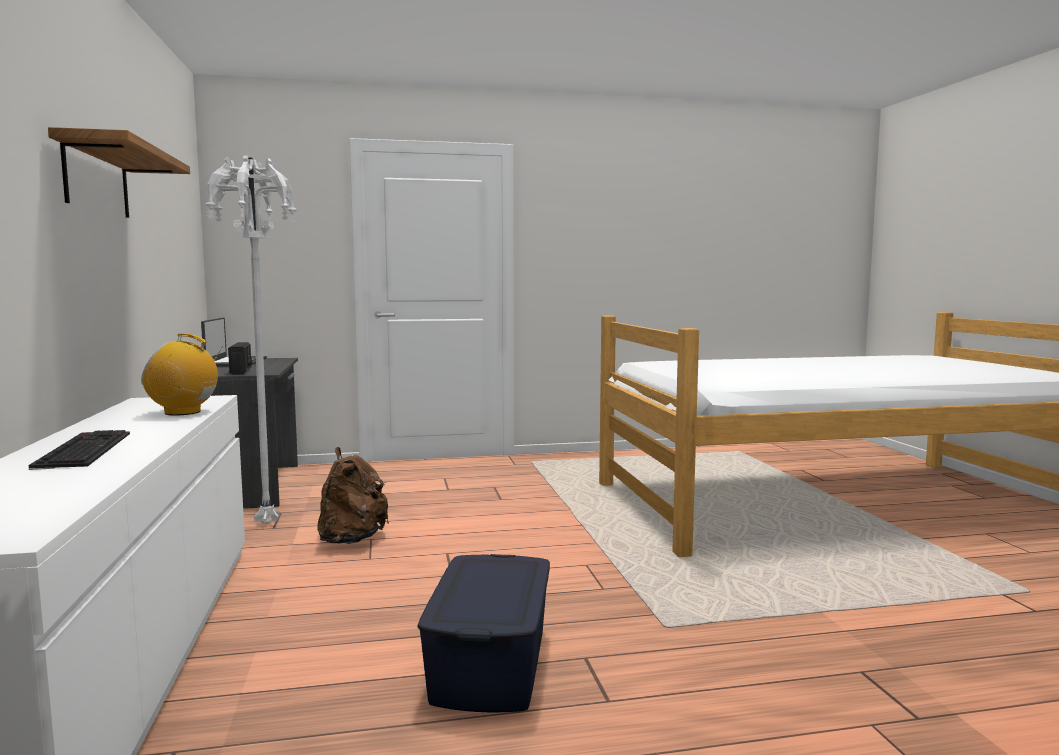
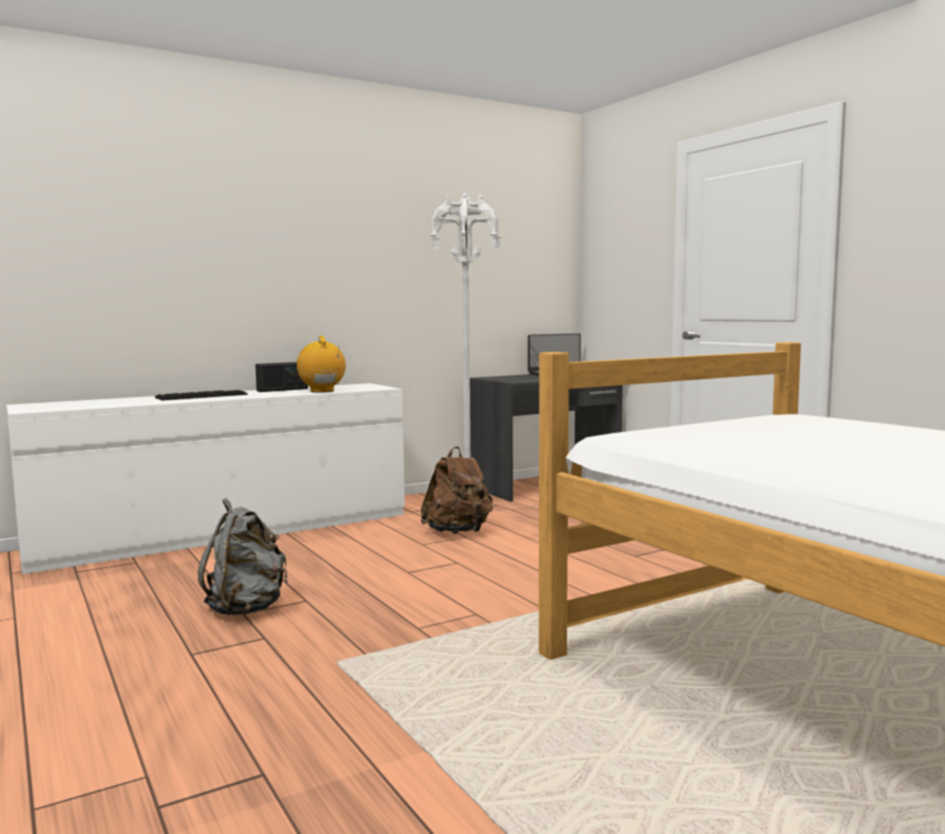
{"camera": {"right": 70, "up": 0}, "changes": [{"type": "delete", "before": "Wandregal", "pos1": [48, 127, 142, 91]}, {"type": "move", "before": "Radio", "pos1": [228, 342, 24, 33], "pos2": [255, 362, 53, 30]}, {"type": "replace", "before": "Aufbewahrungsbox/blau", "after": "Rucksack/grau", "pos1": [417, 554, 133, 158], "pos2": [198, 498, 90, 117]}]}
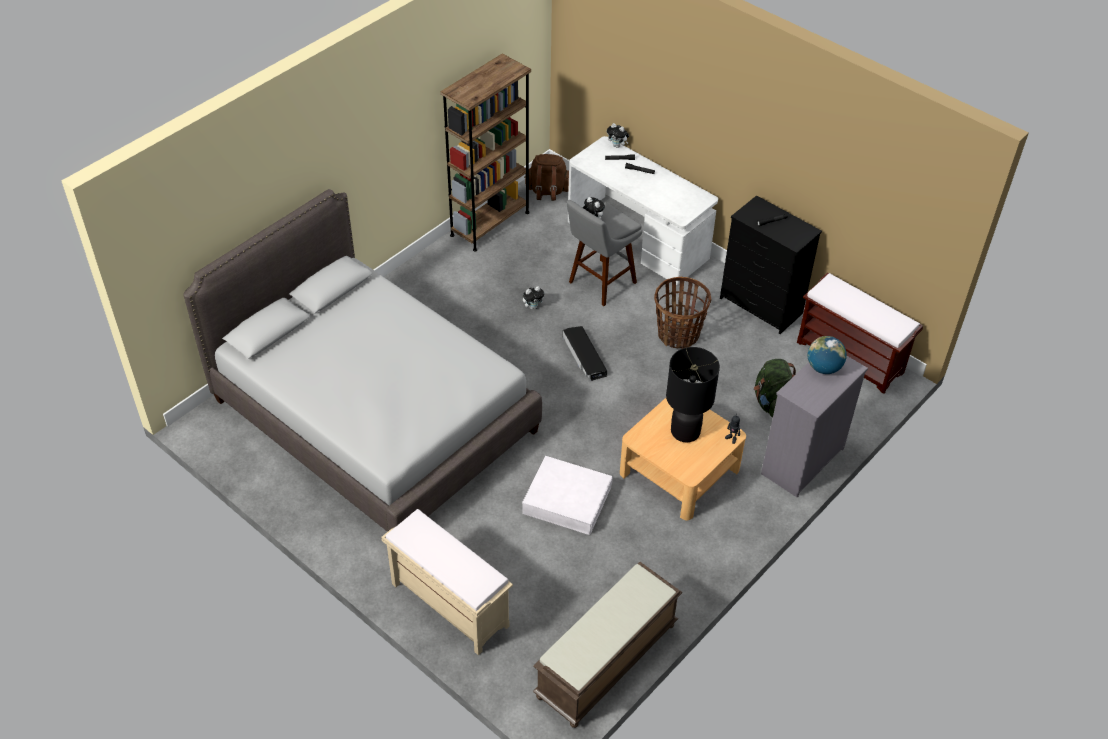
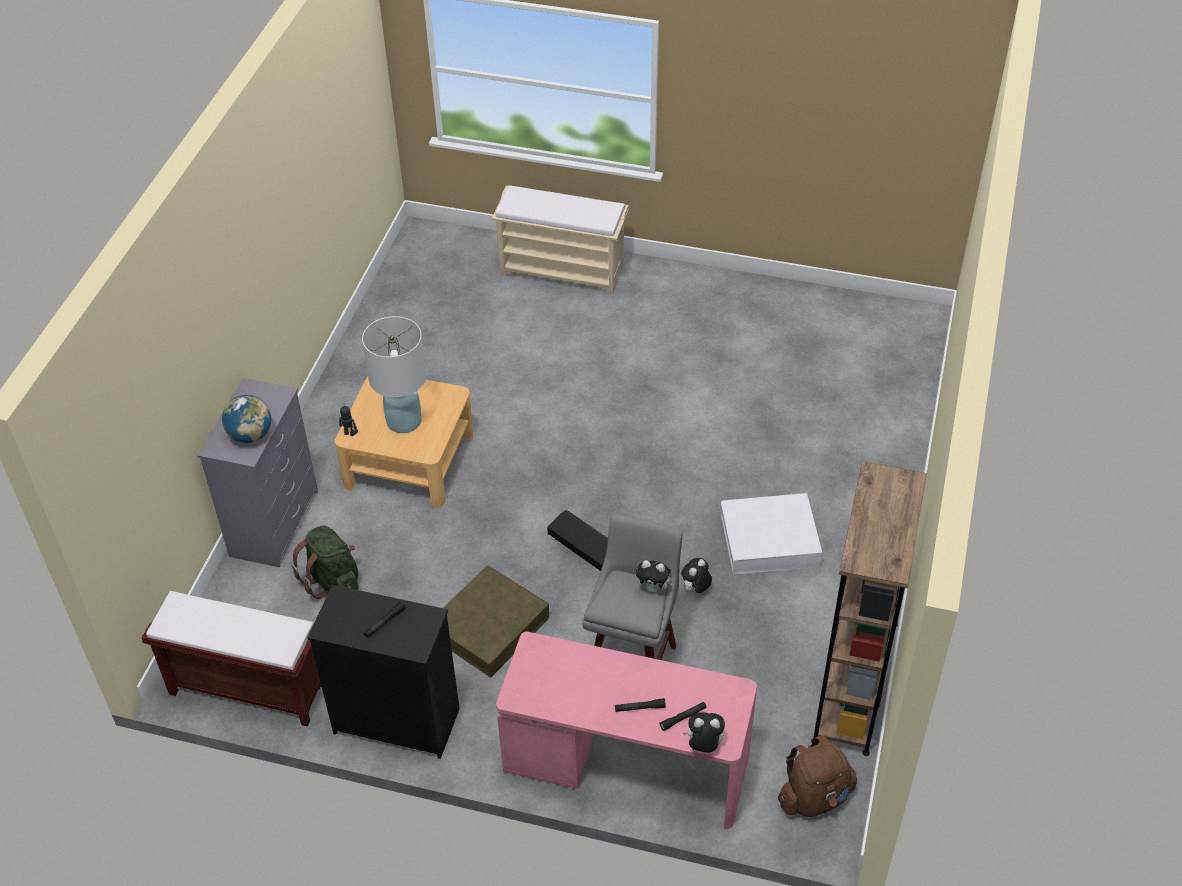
{"camera": {"right": 155, "up": 0}, "changes": [{"type": "recolor", "before": "Schreibtisch/weiß", "after": "Schreibtisch/rosa", "pos1": [568, 136, 150, 149], "pos2": [496, 632, 261, 197]}, {"type": "delete", "before": "Bett/grau", "pos1": [183, 189, 359, 343]}, {"type": "replace", "before": "Korb", "after": "Aufbewahrungsbox/braun", "pos1": [654, 277, 57, 72], "pos2": [443, 566, 106, 112]}, {"type": "recolor", "before": "Tischlampe/schwarz", "after": "Tischlampe/weiß", "pos1": [666, 347, 54, 95], "pos2": [362, 316, 65, 117]}, {"type": "move", "before": "Aufbewahrungsbox/weiß", "pos1": [522, 456, 91, 79], "pos2": [721, 493, 101, 81]}, {"type": "delete", "before": "Bank/braun", "pos1": [533, 562, 149, 166]}]}
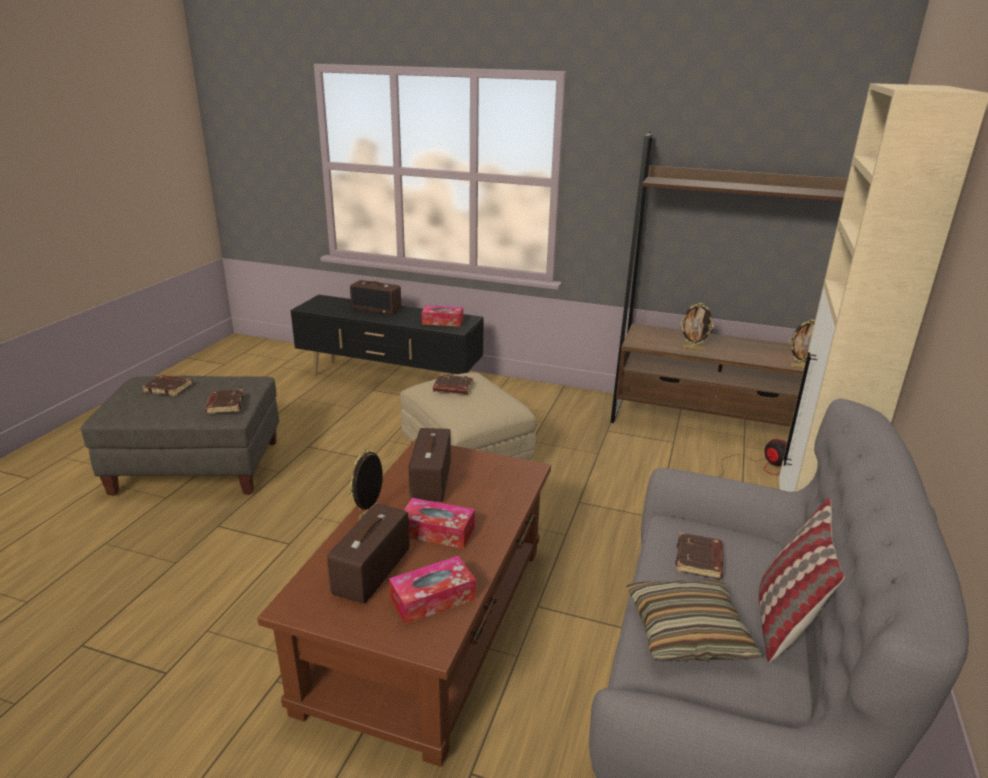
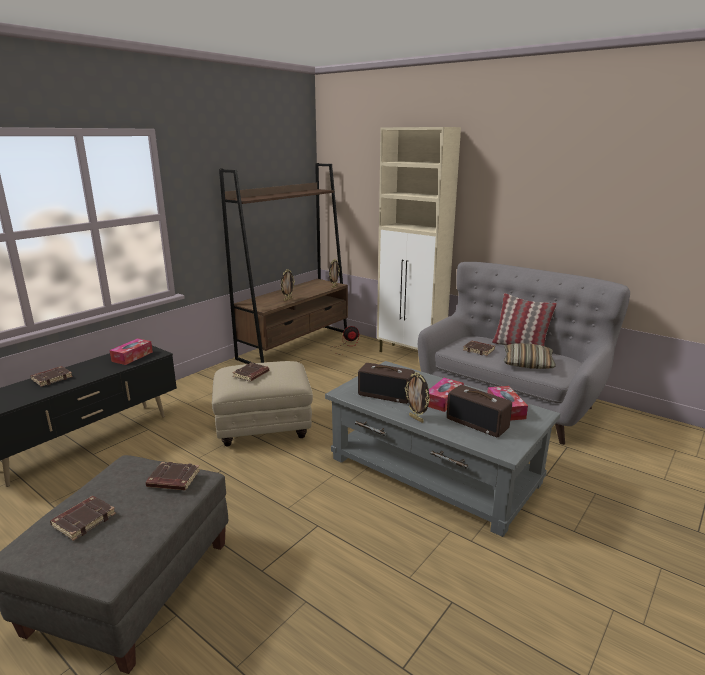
{"camera": {"right": -70, "up": -5}, "changes": [{"type": "replace", "before": "Radio", "after": "Buch/braun", "pos1": [350, 280, 51, 34], "pos2": [30, 366, 43, 21]}, {"type": "recolor", "before": "Couchtisch/braun", "after": "Couchtisch/grau", "pos1": [257, 438, 294, 329], "pos2": [325, 361, 235, 176]}]}
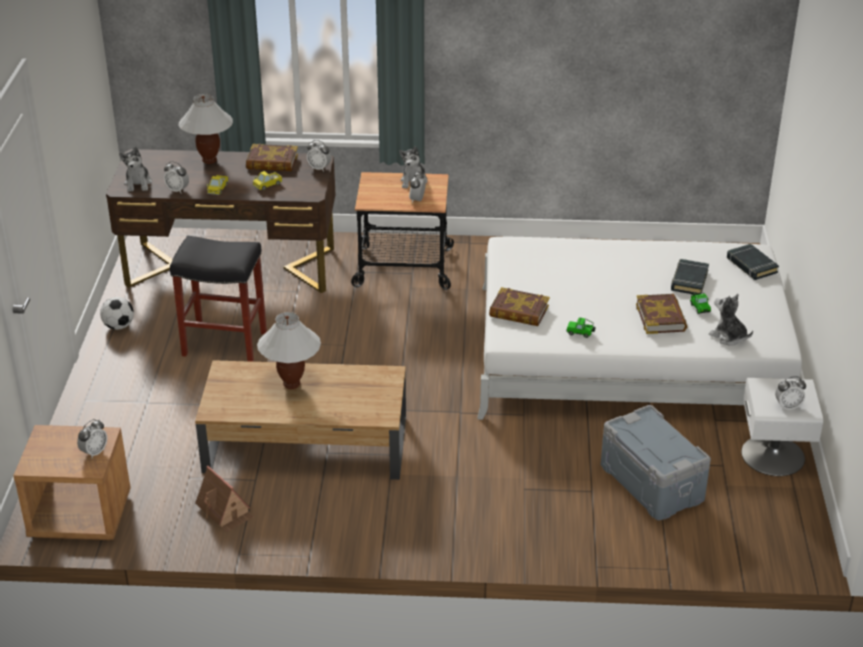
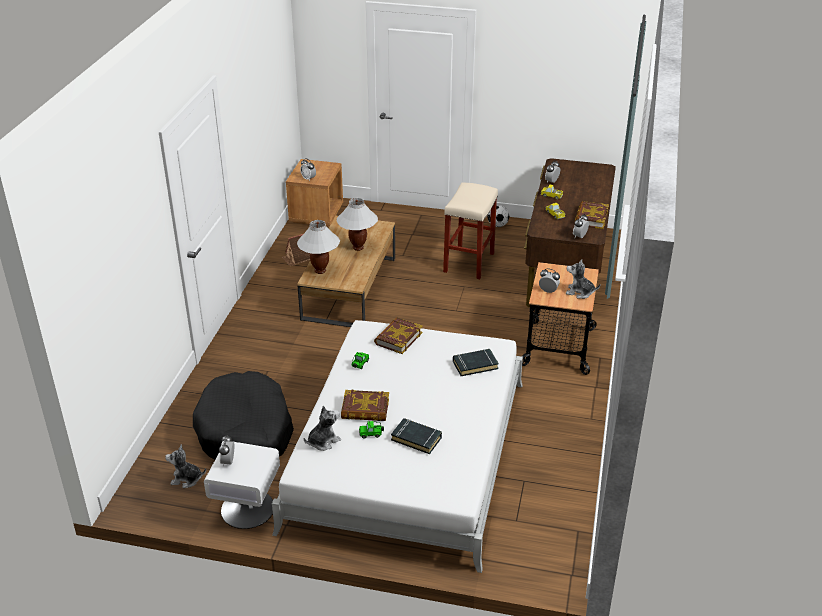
{"camera": {"right": 100, "up": 0}, "changes": [{"type": "move", "before": "Tischlampe/weiß", "pos1": [179, 94, 54, 70], "pos2": [297, 220, 43, 54]}, {"type": "move", "before": "Plüschtier", "pos1": [119, 147, 33, 45], "pos2": [165, 444, 41, 44]}, {"type": "recolor", "before": "Hocker/schwarz", "after": "Hocker/beige", "pos1": [170, 236, 97, 126], "pos2": [443, 183, 55, 96]}, {"type": "move", "before": "Buch/schwarz", "pos1": [727, 244, 52, 36], "pos2": [453, 349, 46, 27]}, {"type": "replace", "before": "Aufbewahrungsbox/grau", "after": "Hundebett/schwarz", "pos1": [601, 405, 110, 115], "pos2": [193, 371, 101, 88]}]}
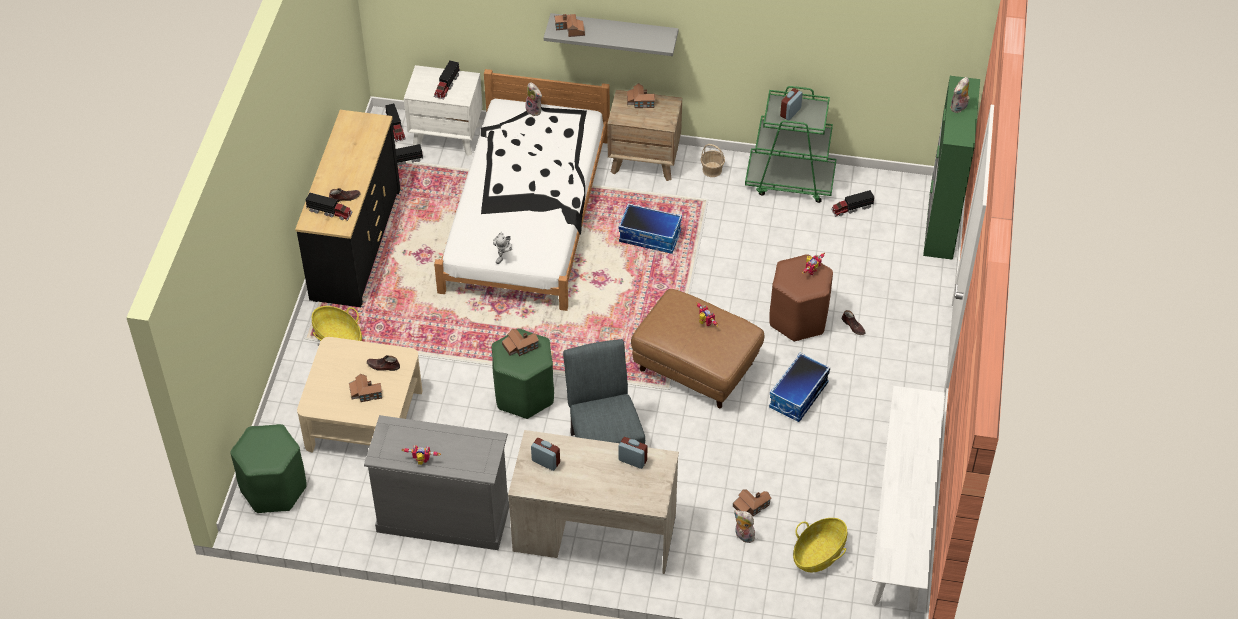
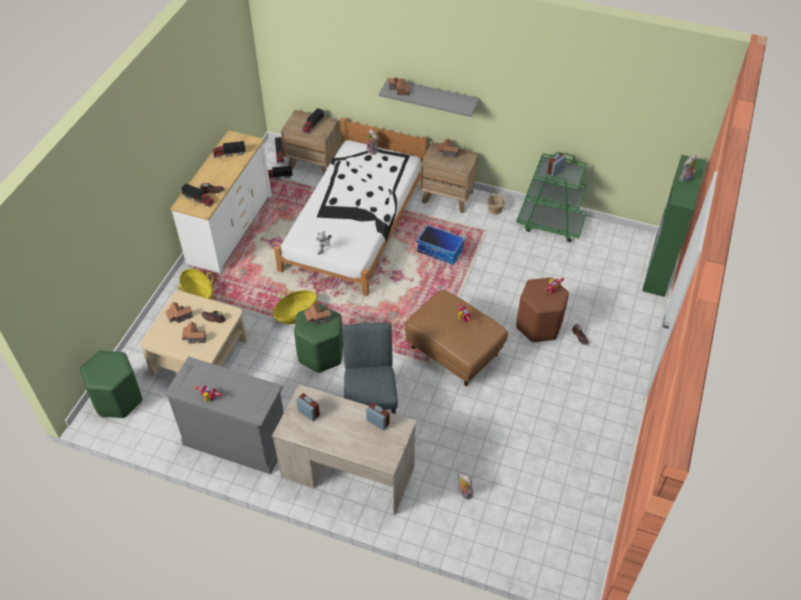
{"camera": {"right": 10, "up": 0}, "changes": [{"type": "recolor", "before": "Nachttisch/weiß", "after": "Nachttisch/braun", "pos1": [404, 65, 79, 91], "pos2": [281, 110, 59, 65]}, {"type": "recolor", "before": "Kommode/schwarz", "after": "Kommode/weiß", "pos1": [295, 110, 105, 197], "pos2": [170, 130, 102, 144]}, {"type": "move", "before": "Spielzeuglaster", "pos1": [831, 190, 43, 27], "pos2": [213, 141, 33, 17]}, {"type": "delete", "before": "Aufbewahrungsbox", "pos1": [769, 353, 61, 69]}, {"type": "delete", "before": "Bank/weiß", "pos1": [872, 386, 73, 226]}, {"type": "move", "before": "Spielzeughaus", "pos1": [733, 489, 39, 27], "pos2": [165, 302, 28, 21]}, {"type": "move", "before": "Korb", "pos1": [793, 518, 54, 54], "pos2": [273, 290, 44, 34]}]}
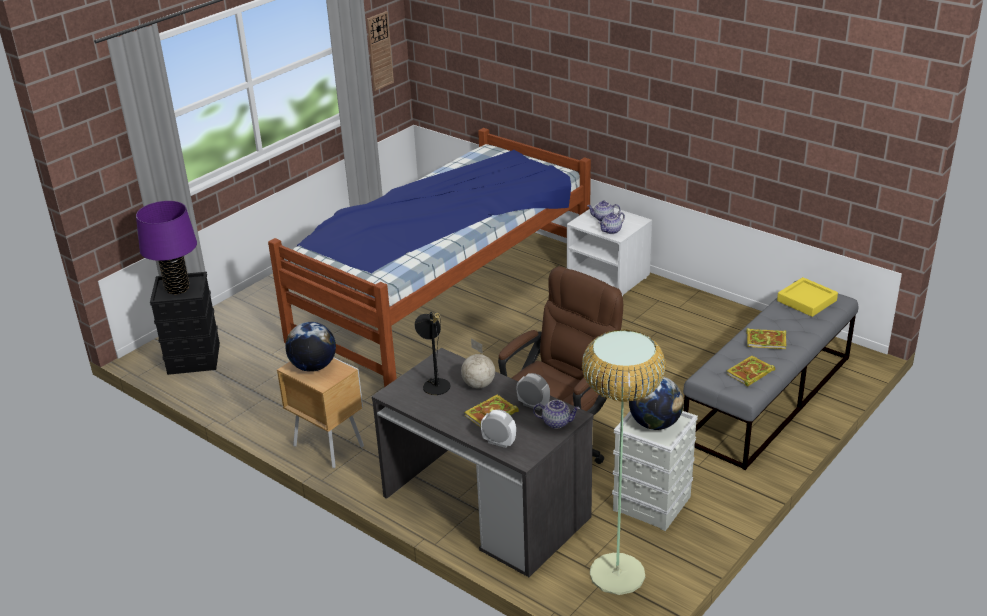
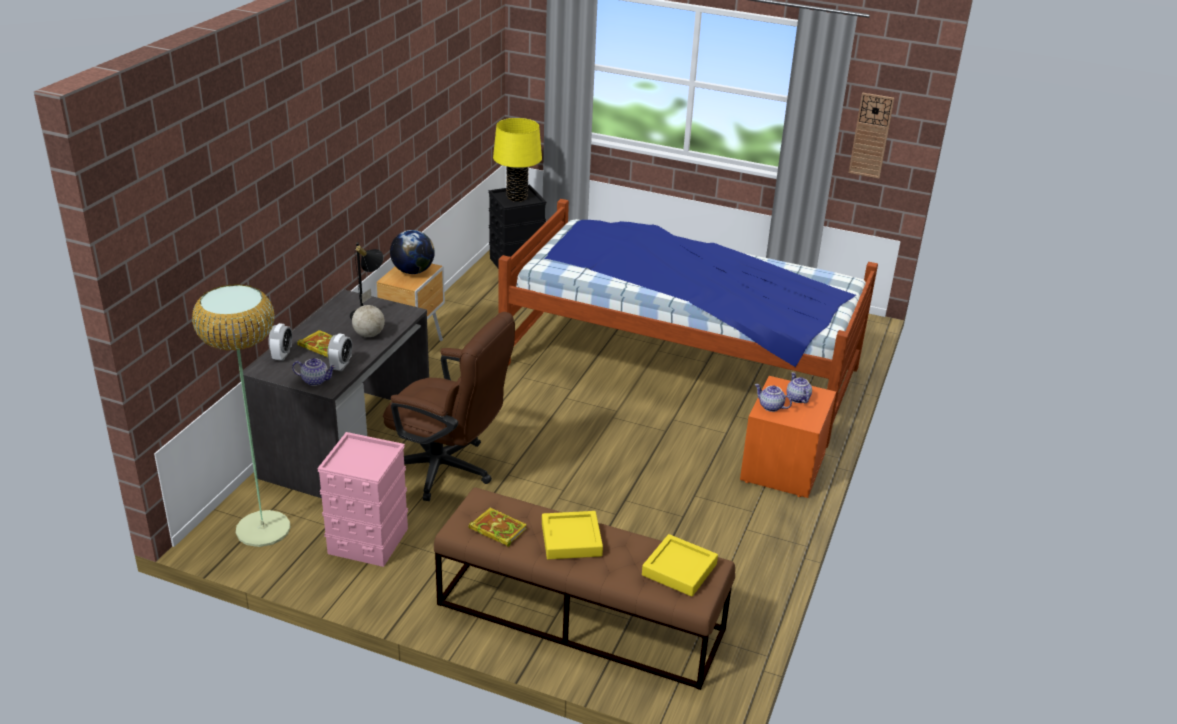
{"camera": {"right": 70, "up": 0}, "changes": [{"type": "recolor", "before": "Tischlampe/lila", "after": "Tischlampe/gelb", "pos1": [136, 201, 61, 94], "pos2": [493, 118, 49, 84]}, {"type": "recolor", "before": "Nachttisch/weiß", "after": "Nachttisch/orange", "pos1": [566, 204, 86, 92], "pos2": [740, 376, 96, 122]}, {"type": "recolor", "before": "Bank/grau", "after": "Bank/braun", "pos1": [683, 281, 176, 189], "pos2": [434, 487, 301, 203]}, {"type": "replace", "before": "Buch", "after": "Tablett/gelb", "pos1": [746, 328, 41, 21], "pos2": [542, 511, 61, 48]}, {"type": "delete", "before": "Globus", "pos1": [629, 376, 55, 54]}, {"type": "rotate", "before": "Teekanne", "pos1": [533, 400, 47, 29], "pos2": [292, 358, 44, 28], "turn": -75}, {"type": "recolor", "before": "Aufbewahrungsbox/grau", "after": "Aufbewahrungsbox/rosa", "pos1": [612, 411, 86, 120], "pos2": [317, 432, 91, 135]}]}
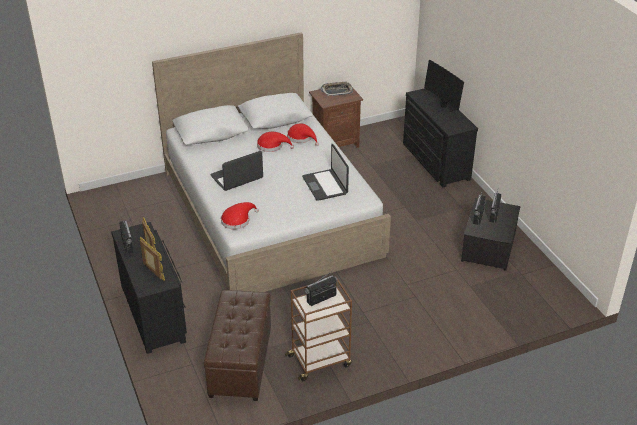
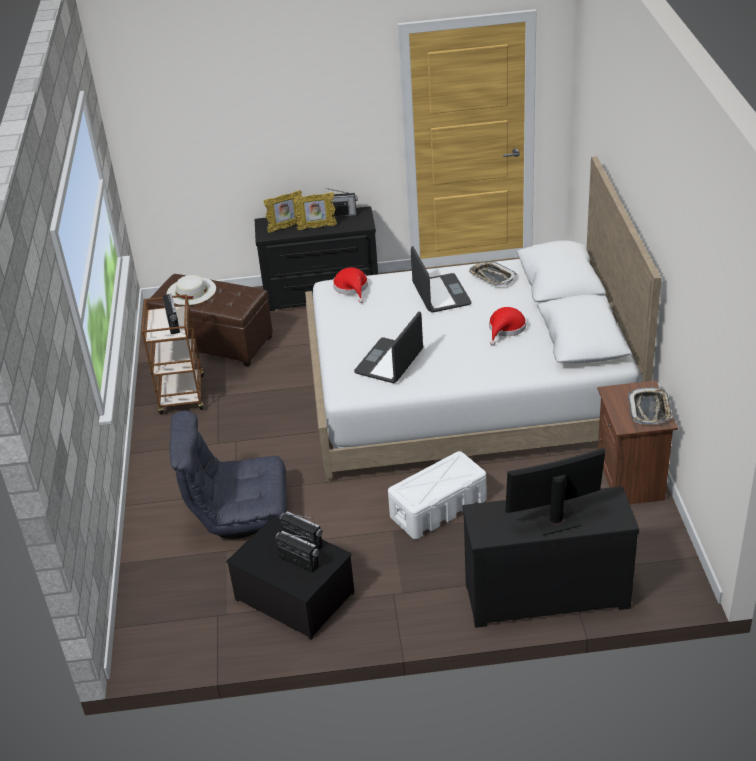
{"camera": {"right": 110, "up": 0}, "changes": [{"type": "delete", "before": "Hut/rot", "pos1": [287, 123, 32, 23]}, {"type": "rotate", "before": "Laptop", "pos1": [302, 144, 47, 57], "pos2": [354, 311, 69, 72], "turn": -60}, {"type": "insert", "after": "Tablett", "pos2": [469, 261, 48, 25]}, {"type": "insert", "after": "Hut/weiß", "pos2": [167, 275, 49, 30]}, {"type": "insert", "after": "Sessel/grau", "pos2": [170, 411, 117, 128]}, {"type": "insert", "after": "Aufbewahrungsbox/weiß", "pos2": [388, 451, 99, 88]}]}
